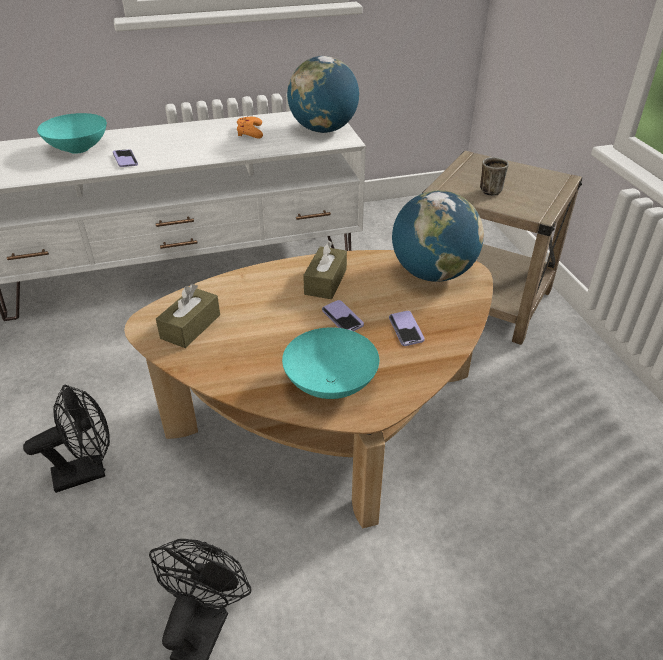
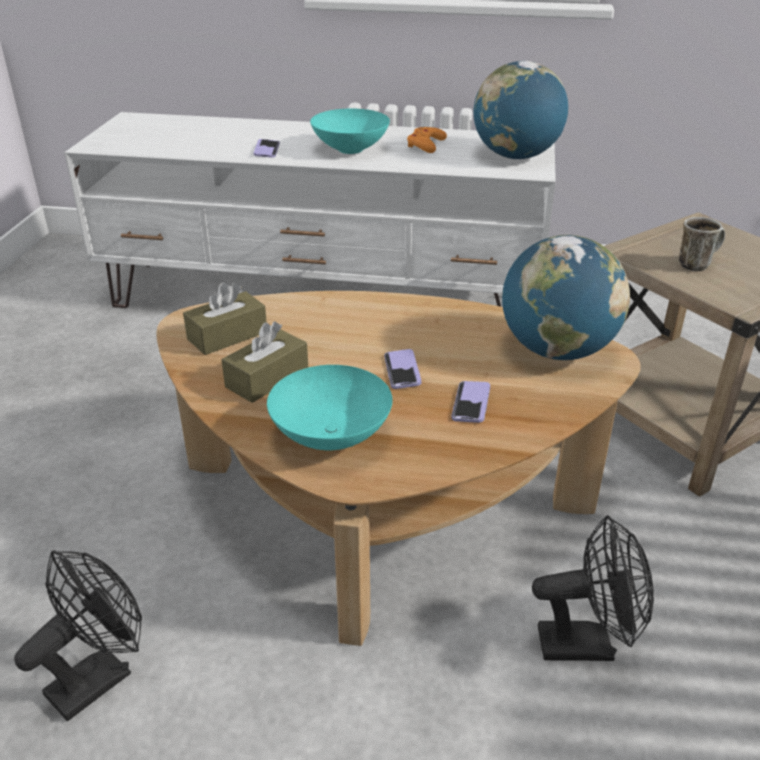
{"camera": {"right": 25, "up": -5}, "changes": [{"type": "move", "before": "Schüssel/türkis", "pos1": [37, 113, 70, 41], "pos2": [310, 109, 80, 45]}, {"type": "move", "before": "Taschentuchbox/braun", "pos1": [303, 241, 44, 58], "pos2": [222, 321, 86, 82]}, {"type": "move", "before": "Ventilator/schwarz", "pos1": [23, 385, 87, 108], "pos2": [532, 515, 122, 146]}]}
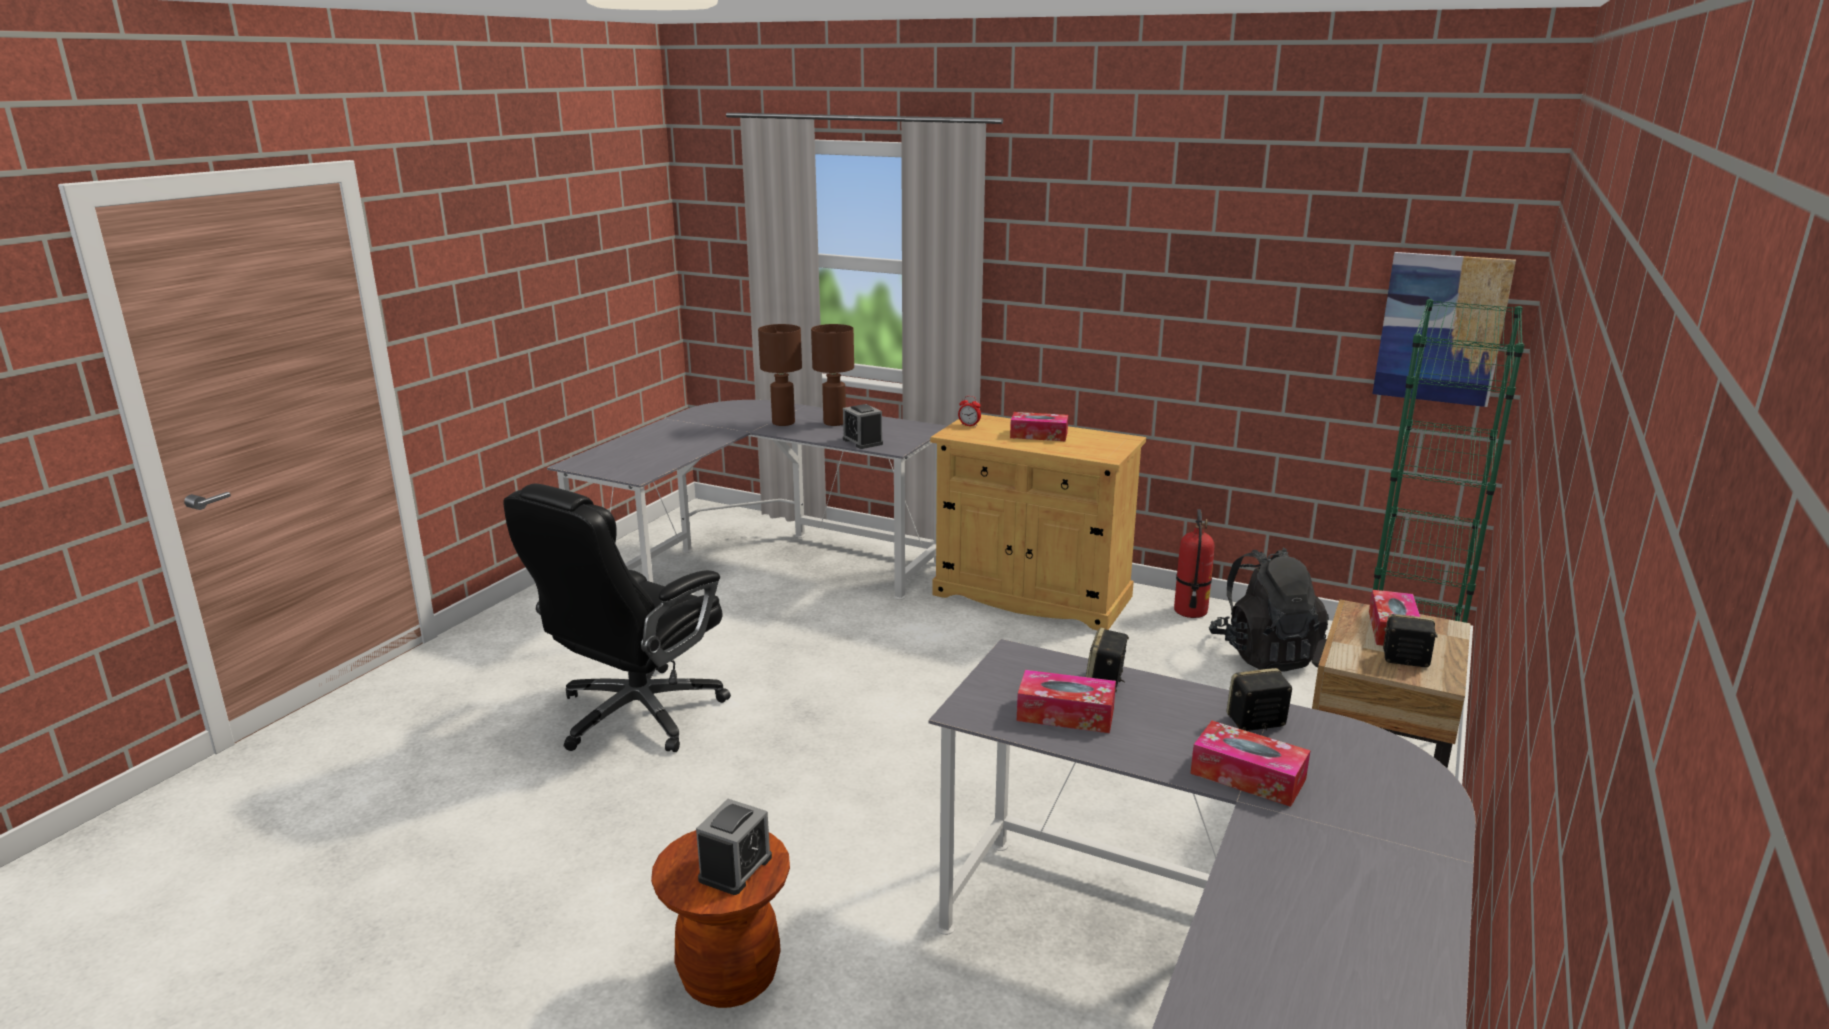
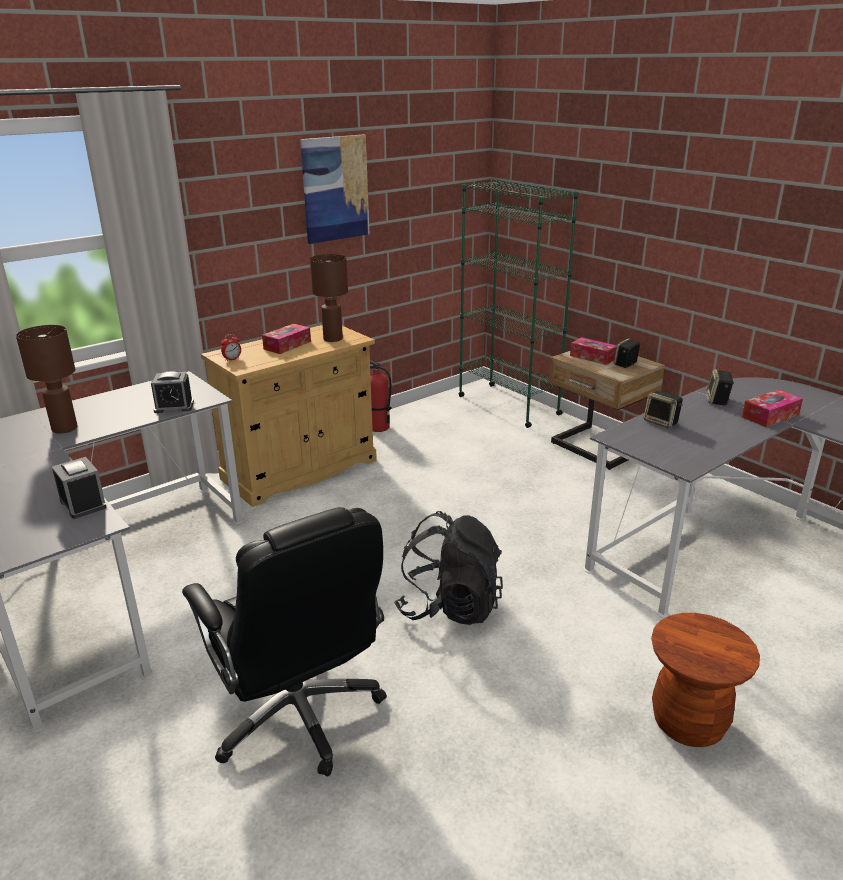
{"camera": {"right": -65, "up": 5}, "changes": [{"type": "move", "before": "Bild", "pos1": [1372, 252, 144, 155], "pos2": [300, 134, 69, 110]}, {"type": "move", "before": "Tischlampe/braun", "pos1": [811, 324, 43, 102], "pos2": [310, 254, 38, 88]}, {"type": "move", "before": "Rucksack/schwarz", "pos1": [1209, 548, 120, 123], "pos2": [394, 511, 109, 114]}, {"type": "delete", "before": "Taschentuchbox", "pos1": [1017, 670, 99, 63]}, {"type": "move", "before": "Wecker", "pos1": [696, 799, 76, 96], "pos2": [52, 457, 54, 62]}]}
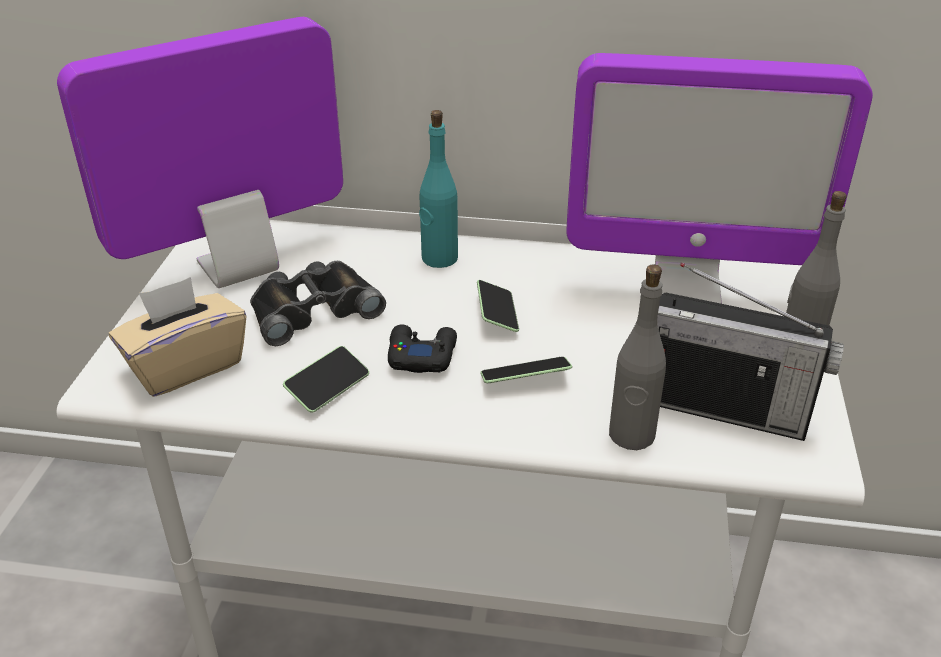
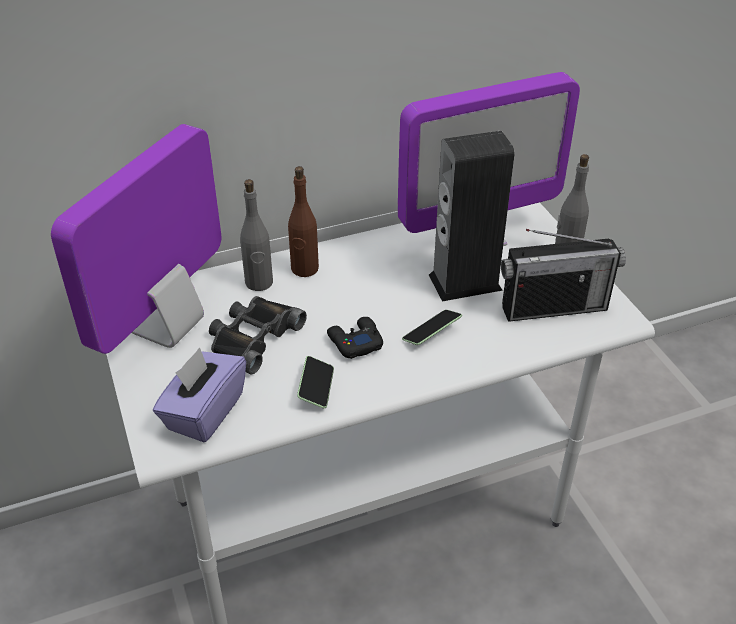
{"camera": {"right": -30, "up": 5}, "changes": [{"type": "recolor", "before": "Flasche/türkis", "after": "Flasche/braun", "pos1": [419, 110, 39, 158], "pos2": [288, 166, 31, 111]}, {"type": "move", "before": "Flasche/grau", "pos1": [609, 264, 57, 186], "pos2": [240, 179, 33, 112]}, {"type": "recolor", "before": "Taschentuchbox/beige", "after": "Taschentuchbox/lila", "pos1": [109, 277, 138, 120], "pos2": [153, 347, 93, 95]}, {"type": "delete", "before": "Handy", "pos1": [477, 280, 42, 52]}, {"type": "insert", "after": "Lautsprecher", "pos2": [429, 131, 85, 171]}]}
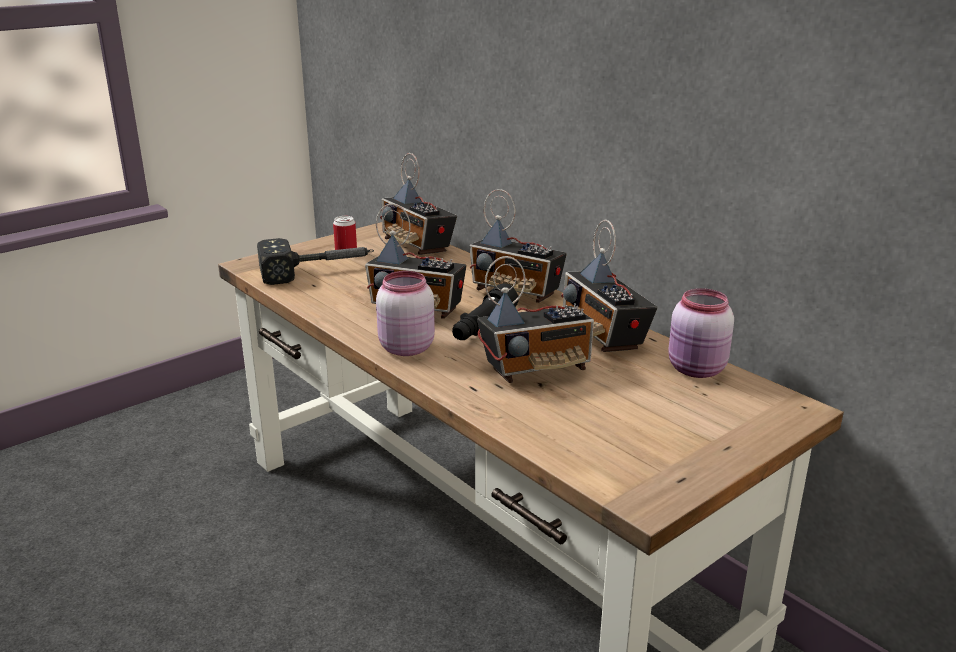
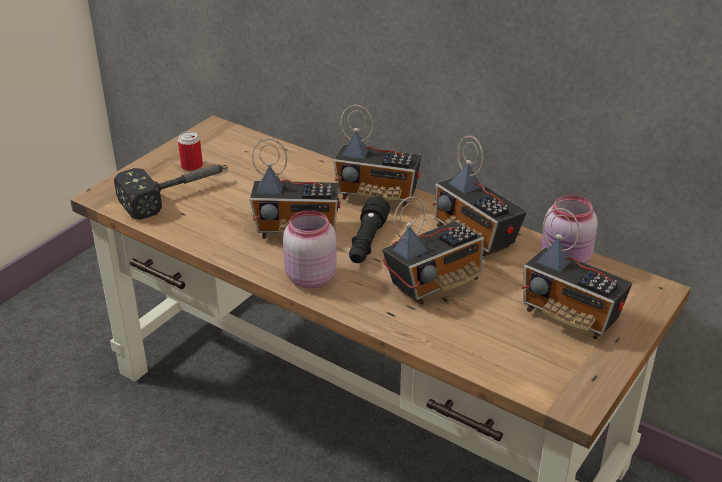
{"camera": {"right": -15, "up": 10}, "changes": [{"type": "move", "before": "Radio", "pos1": [380, 153, 77, 102], "pos2": [522, 208, 110, 131]}]}
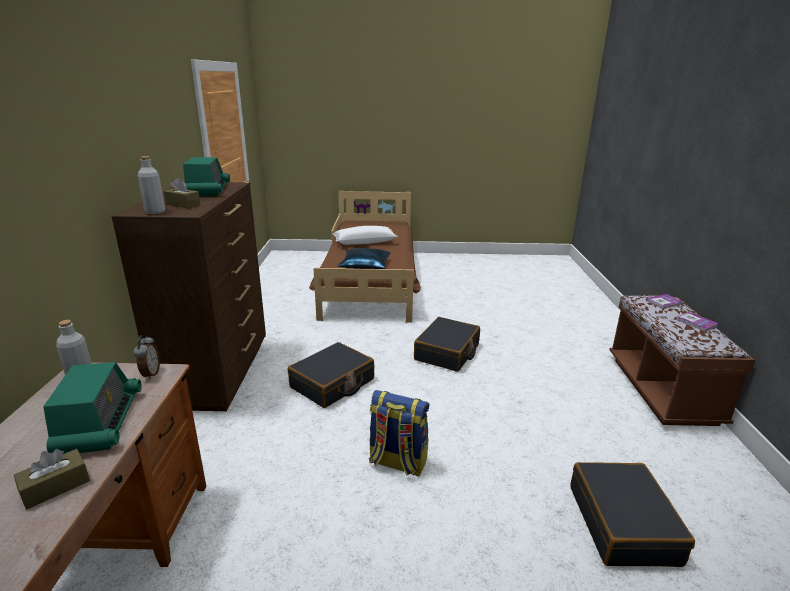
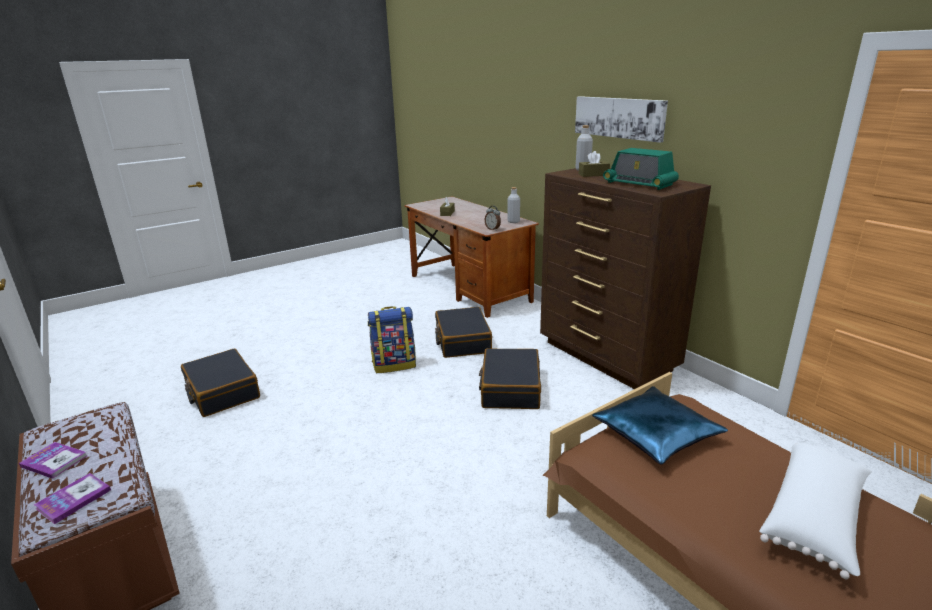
{"camera": {"right": 145, "up": 0}, "changes": [{"type": "move", "before": "Koffer/schwarz", "pos1": [414, 317, 66, 55], "pos2": [435, 307, 57, 51]}, {"type": "delete", "before": "Radio", "pos1": [43, 362, 99, 92]}, {"type": "insert", "after": "Bild", "pos2": [575, 96, 93, 47]}]}
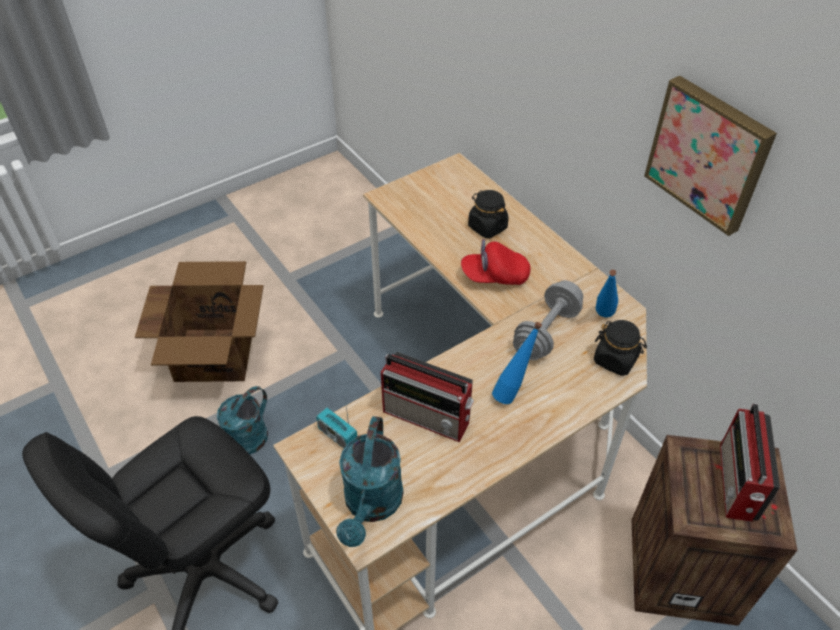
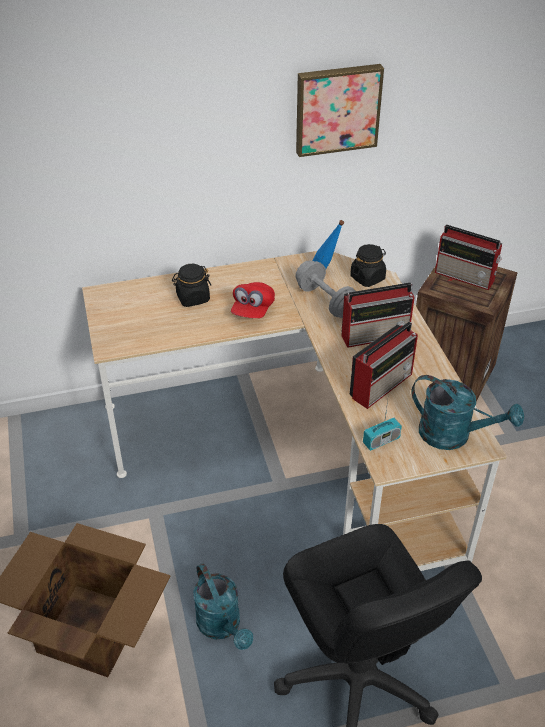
{"camera": {"right": -70, "up": -5}, "changes": [{"type": "replace", "before": "Flasche/blau", "after": "Radio", "pos1": [492, 322, 50, 82], "pos2": [341, 283, 74, 65]}]}
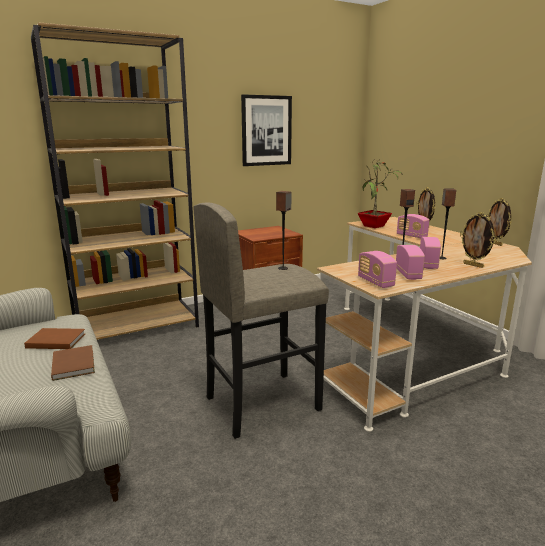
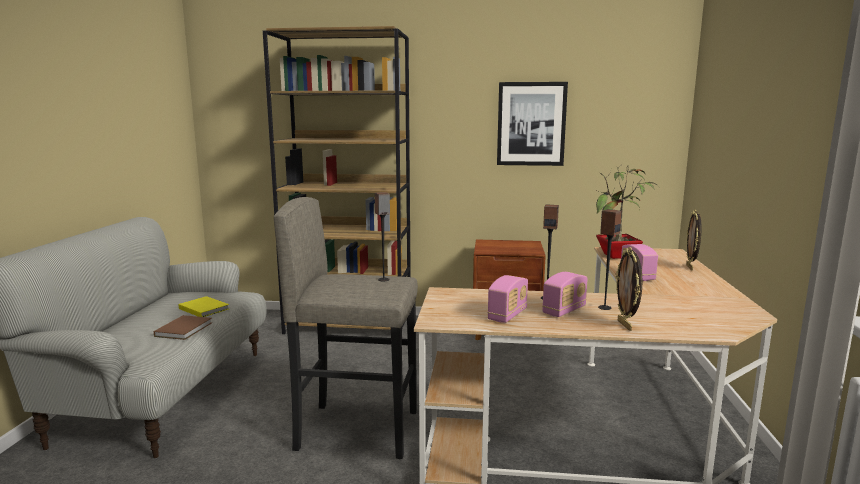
{"camera": {"right": 35, "up": -5}, "changes": [{"type": "delete", "before": "Bilderrahmen", "pos1": [487, 198, 25, 48]}, {"type": "delete", "before": "Radio", "pos1": [358, 251, 39, 37]}, {"type": "recolor", "before": "Buch/braun", "after": "Buch/gelb", "pos1": [24, 328, 61, 21], "pos2": [178, 296, 51, 21]}]}
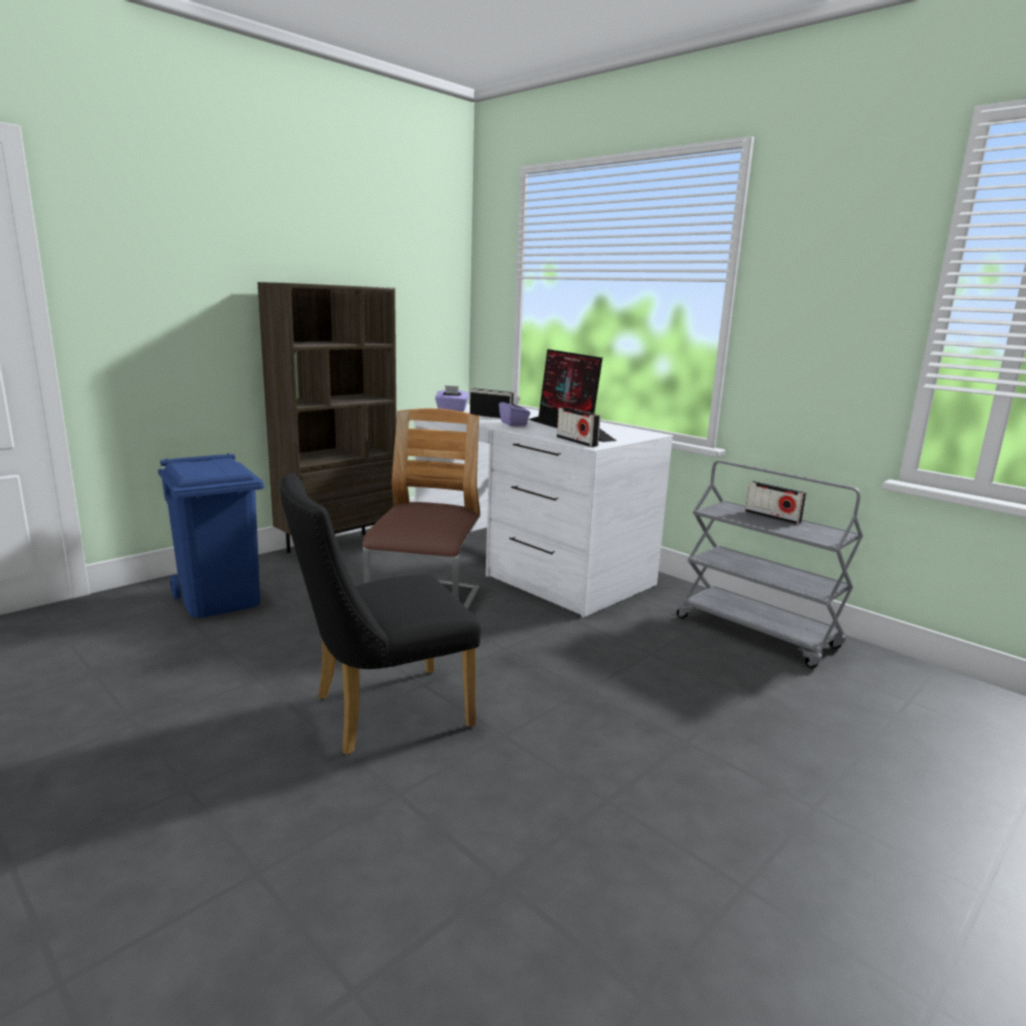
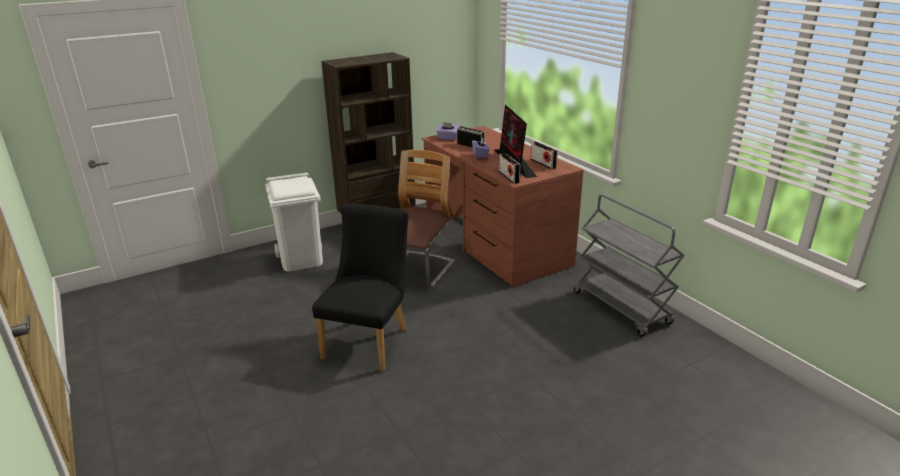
{"camera": {"right": 15, "up": 10}, "changes": [{"type": "recolor", "before": "Schreibtisch/weiß", "after": "Schreibtisch/braun", "pos1": [414, 404, 259, 214], "pos2": [421, 126, 163, 162]}, {"type": "recolor", "before": "Mülleimer/blau", "after": "Mülleimer/weiß", "pos1": [158, 453, 106, 165], "pos2": [265, 172, 58, 99]}, {"type": "rotate", "before": "Stuhl/schwarz", "pos1": [280, 473, 201, 282], "pos2": [312, 203, 96, 168], "turn": 120}, {"type": "move", "before": "Radio", "pos1": [745, 481, 61, 44], "pos2": [531, 141, 27, 28]}]}
